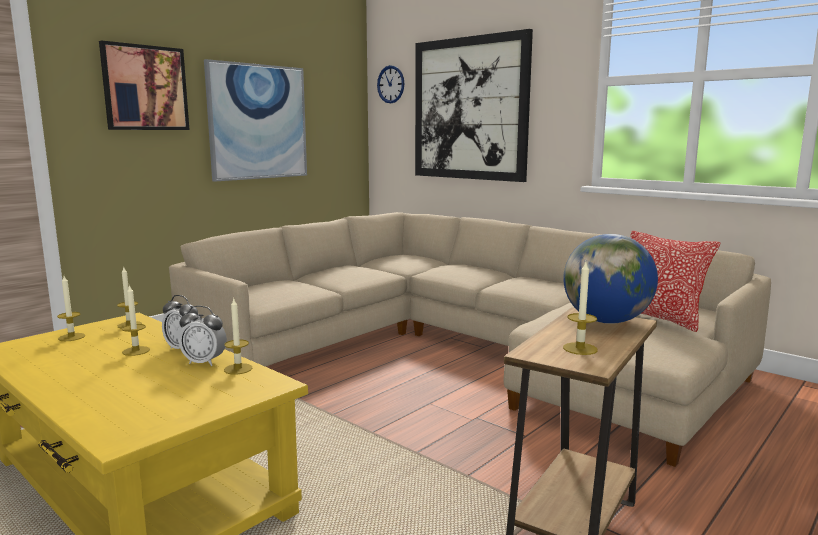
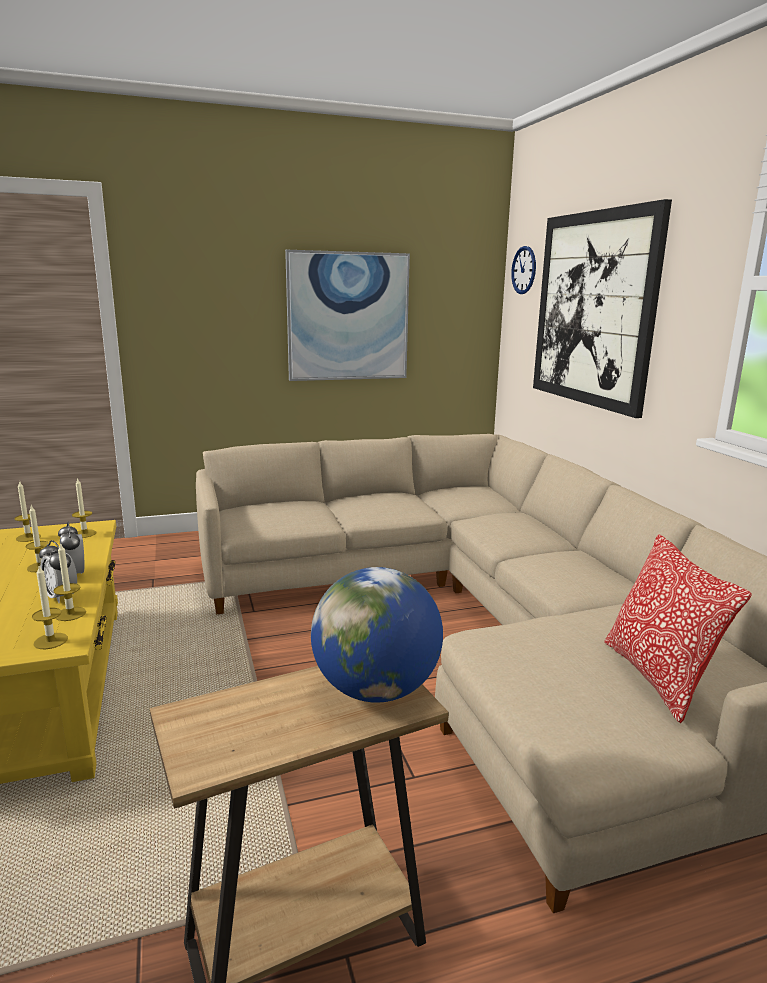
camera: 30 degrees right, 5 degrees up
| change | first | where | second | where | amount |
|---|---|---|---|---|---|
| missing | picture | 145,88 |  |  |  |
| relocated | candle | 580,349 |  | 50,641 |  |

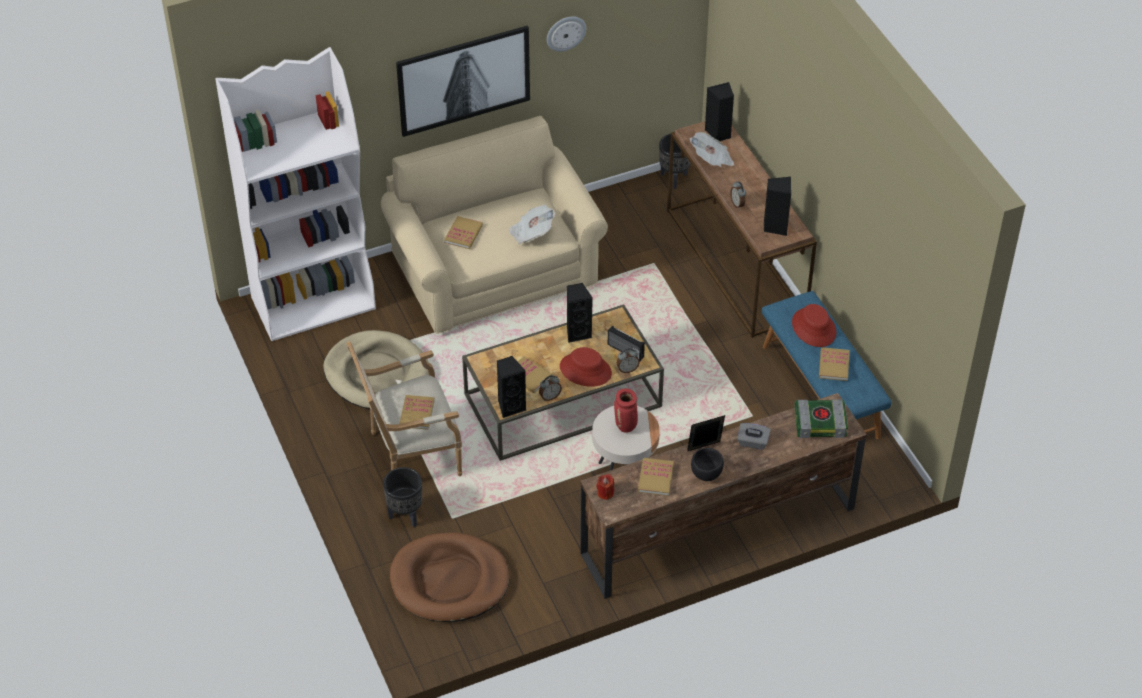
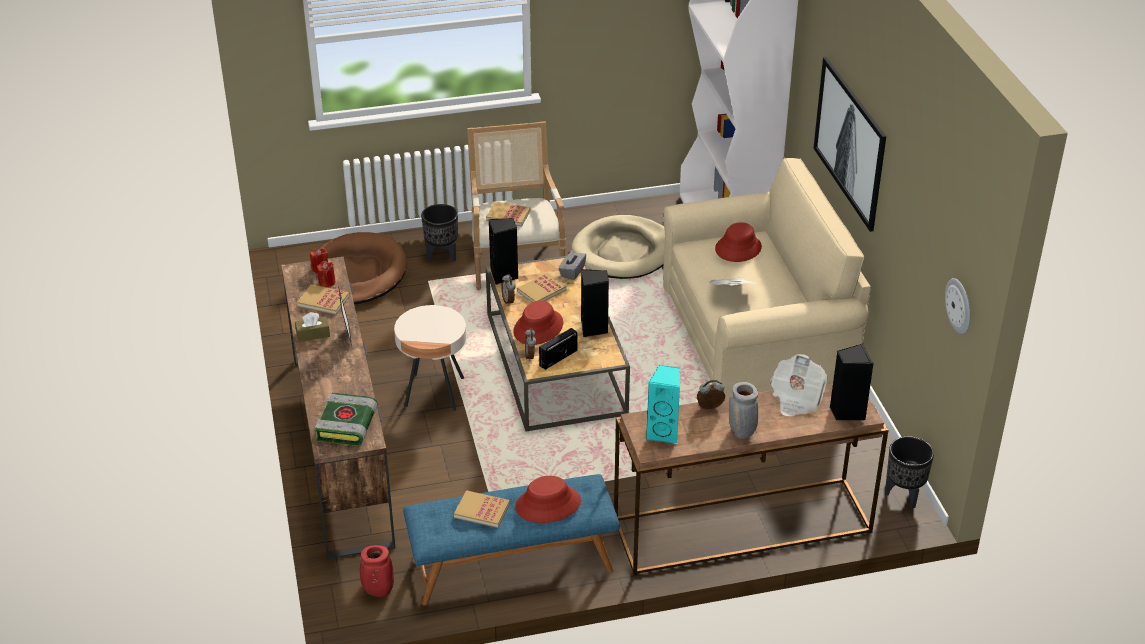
camera: 100 degrees right, 10 degrees down
| change | first | where | second | where | amount |
|---|---|---|---|---|---|
| exchanged | book | 463,234 | hat/red | 738,248 |  |
| relocated | wall clock | 565,33 |  | 959,305 |  |
| relocated | vase/red | 626,426 |  | 378,591 |  |
| exchanged | bowl/black | 707,474 | tissue box/brown | 313,334 |  |
| relocated | tissue box/grey | 752,442 |  | 572,272 |  |
| colour | speaker/black | 775,226 | speaker/turquoise | 664,433 |  |
| appeared |  |  | candle/red | 327,282 |  |
| appeared |  |  | vase/grey | 742,432 |  |

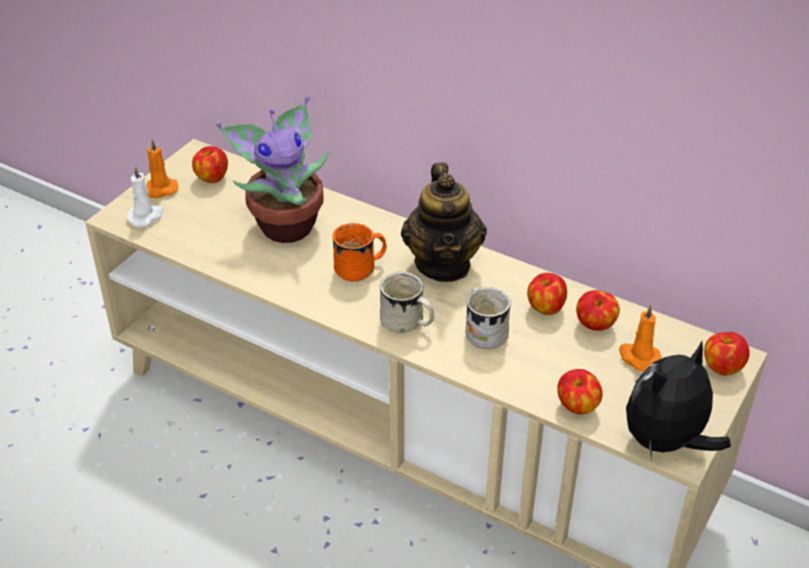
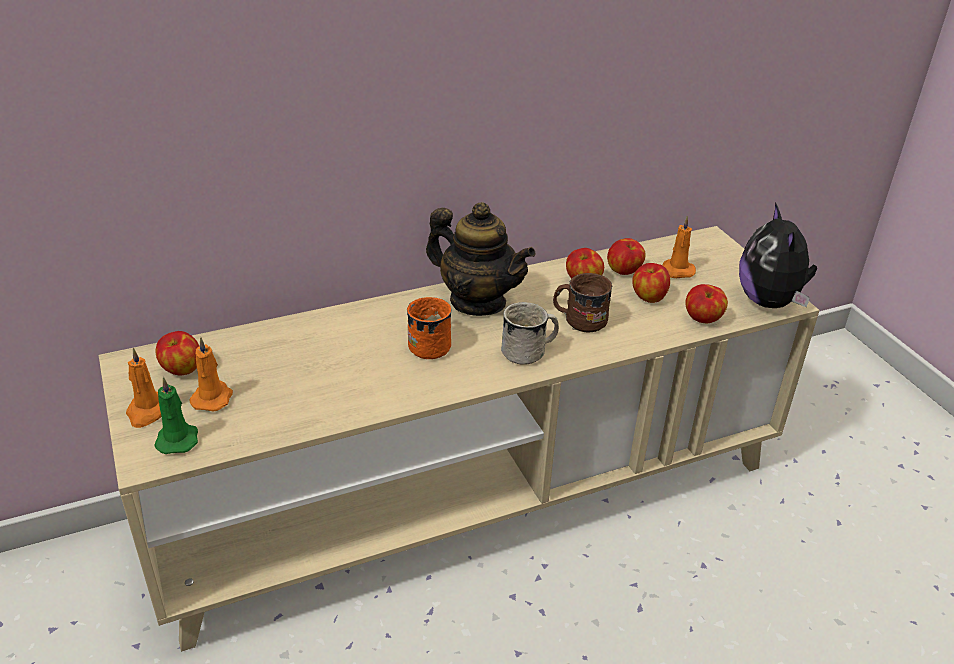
camera: 55 degrees left, 5 degrees down
| change | first | where | second | where | amount |
|---|---|---|---|---|---|
| colour | candle/white | 146,216 | candle/green | 178,438 |  |
| missing | potted plant | 286,224 |  |  |  |
| colour | mug/white | 484,331 | mug/brown | 579,320 |  |
| relocated | apple | 722,367 |  | 648,297 |  |
| appeared |  |  | candle/orange | 213,397 |  |

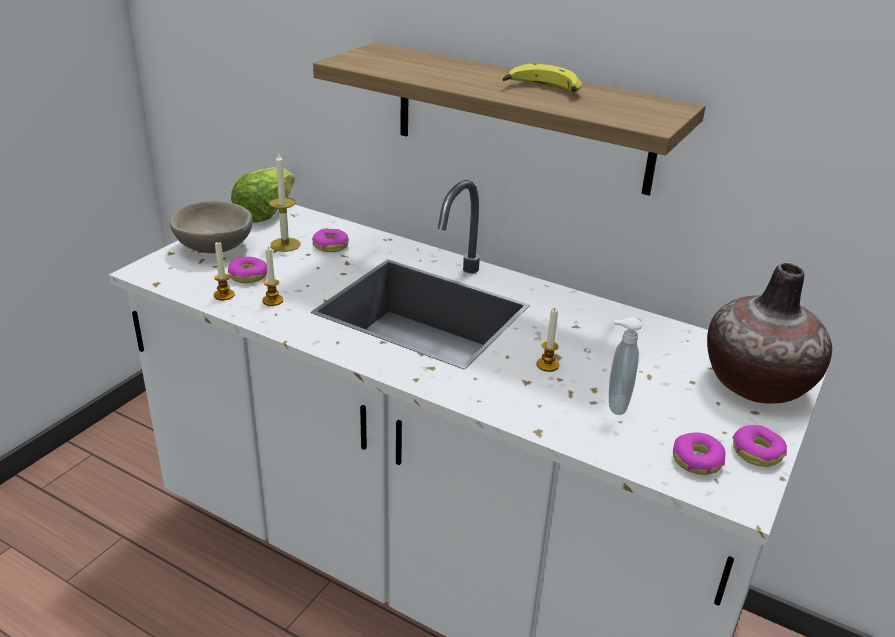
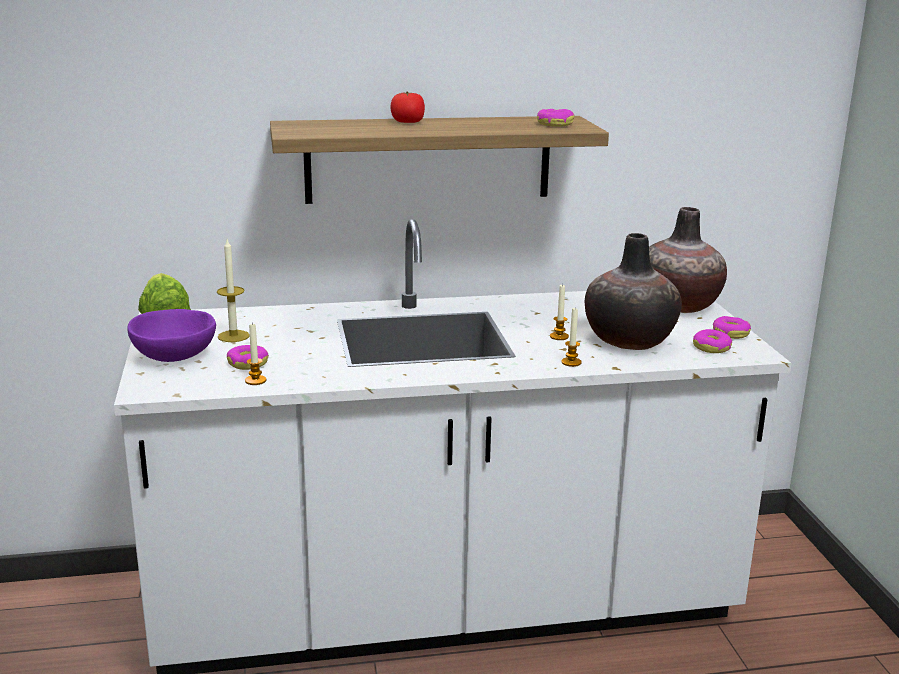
camera: 40 degrees left, 10 degrees down
| change | first | where | second | where | amount |
|---|---|---|---|---|---|
| colour | bowl/beige | 214,248 | bowl/purple | 174,357 |  |
| relocated | candle | 272,300 |  | 571,362 |  |
| relocated | donut | 330,246 |  | 554,124 |  |
| missing | banana | 541,90 |  |  |  |
| exchanged | soap dispenser | 614,404 | vase | 629,340 |  |
| appeared |  |  | tomato | 407,122 |  |

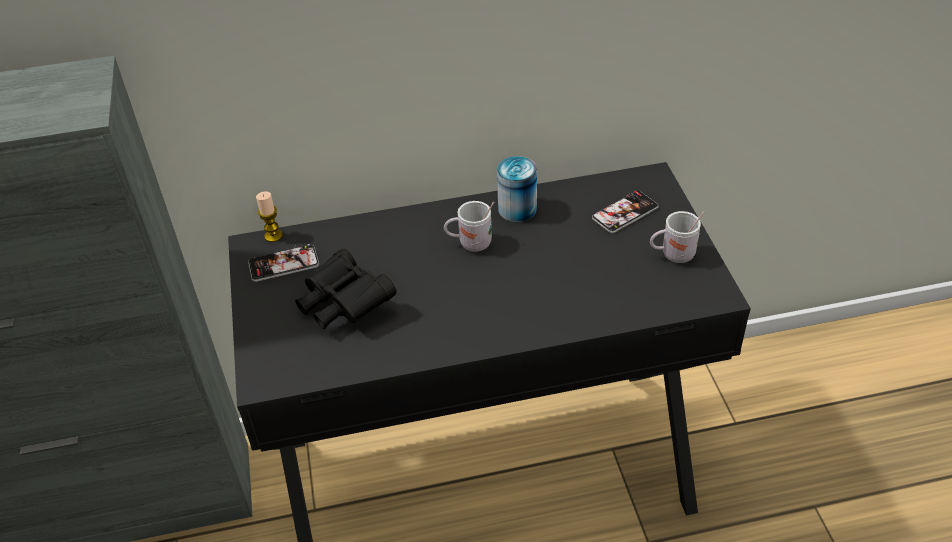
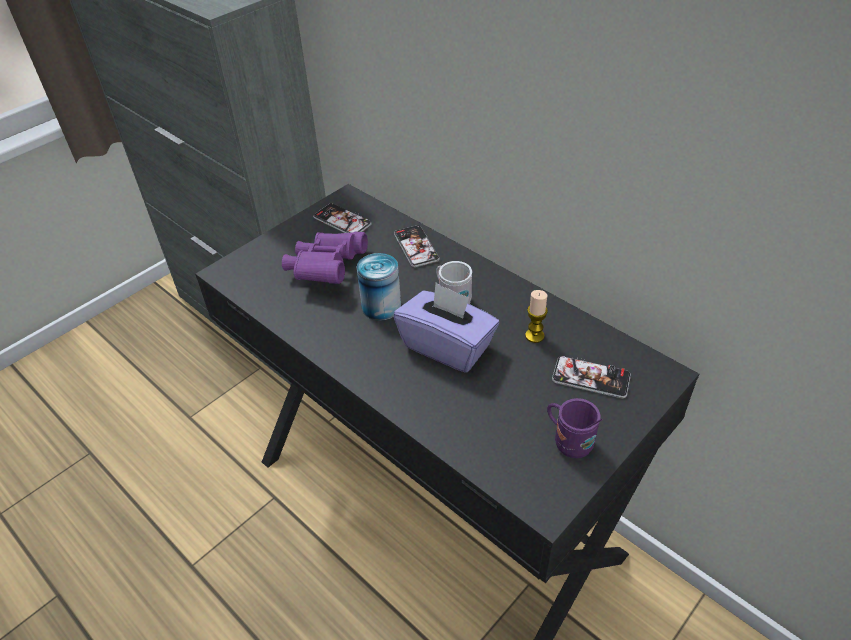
camera: 55 degrees right, 0 degrees up
| change | first | where | second | where | amount |
|---|---|---|---|---|---|
| relocated | candle | 273,236 |  | 534,336 |  |
| colour | binoculars/black | 344,304 | binoculars/purple | 326,269 |  |
| relocated | can | 517,209 |  | 381,306 |  |
| colour | mug/white | 673,255 | mug/purple | 568,441 |  |
| appeared |  |  | phone | 416,247 |  |
| appeared |  |  | tissue box/purple | 447,346 |  |

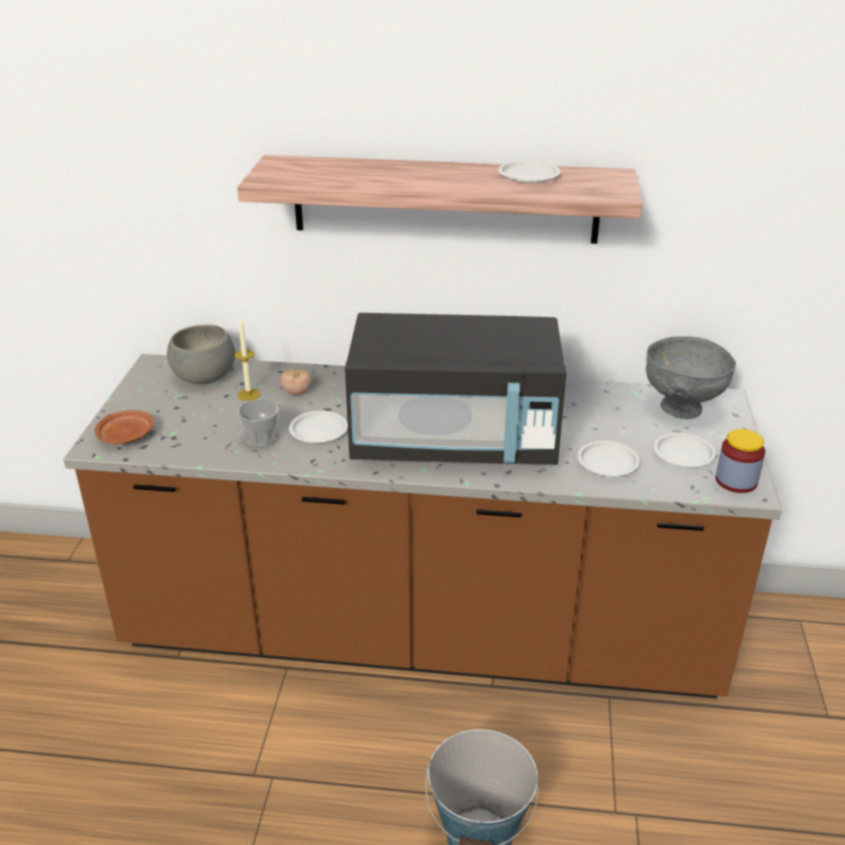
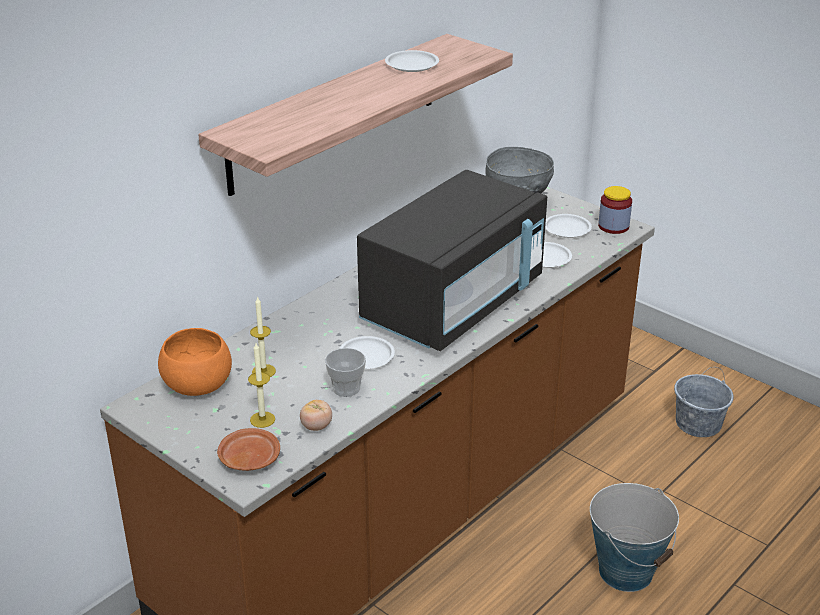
camera: 55 degrees left, 0 degrees up
| change | first | where | second | where | amount |
|---|---|---|---|---|---|
| colour | bowl/grey | 204,376 | bowl/orange | 198,384 |  |
| relocated | tomato | 297,393 |  | 316,426 |  |
| appeared |  |  | candle | 262,419 |  |
| appeared |  |  | bucket/grey | 698,423 |  |

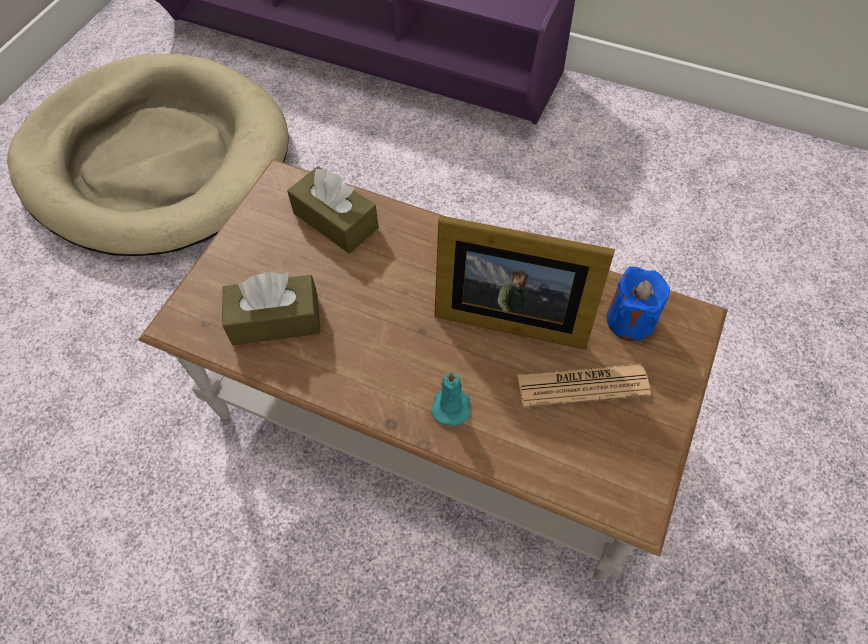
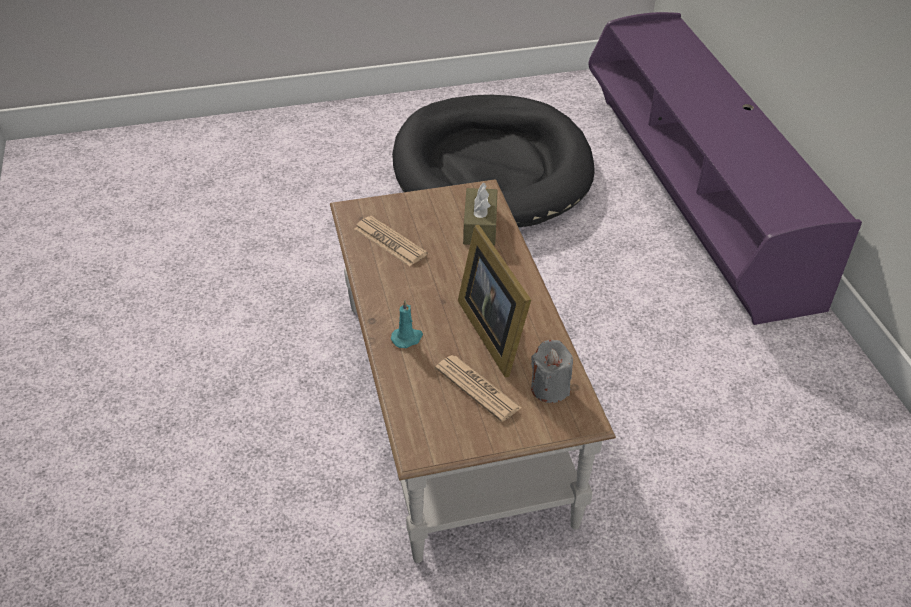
camera: 50 degrees right, 15 degrees down
| change | first | where | second | where | amount |
|---|---|---|---|---|---|
| colour | dog bed/beige | 156,160 | dog bed/black | 491,168 |  |
| exchanged | tissue box/brown | 275,320 | newspaper | 390,242 |  |
| colour | candle/blue | 630,320 | candle/grey | 549,388 |  |

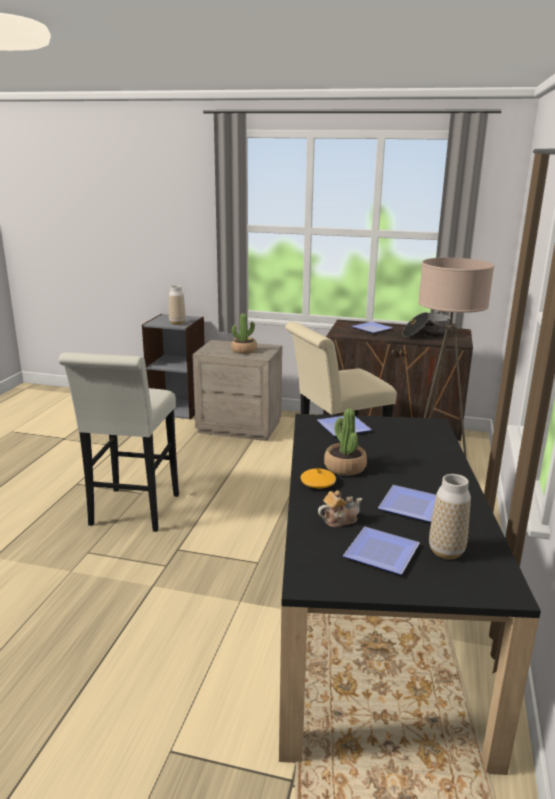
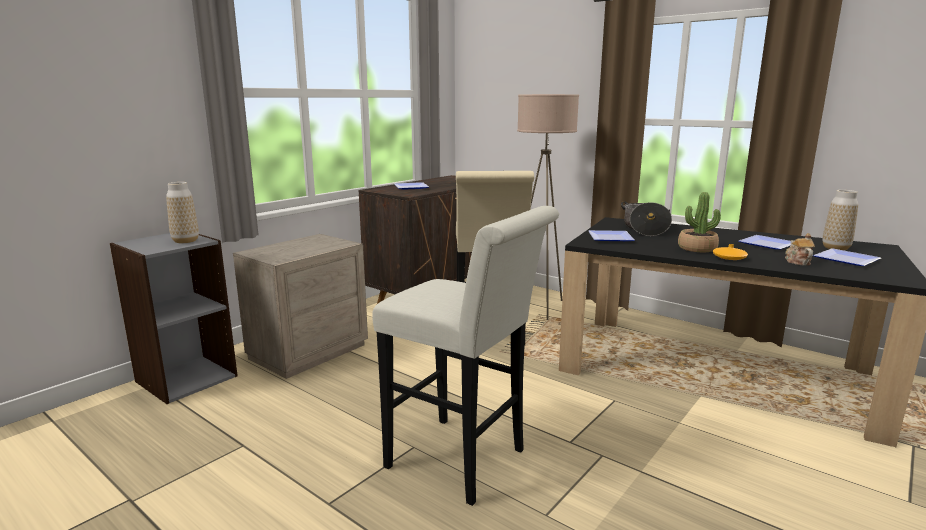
camera: 65 degrees left, 5 degrees down
| change | first | where | second | where | amount |
|---|---|---|---|---|---|
| missing | potted plant | 244,350 |  |  |  |
| relocated | cooking pot | 426,334 |  | 644,229 |  |

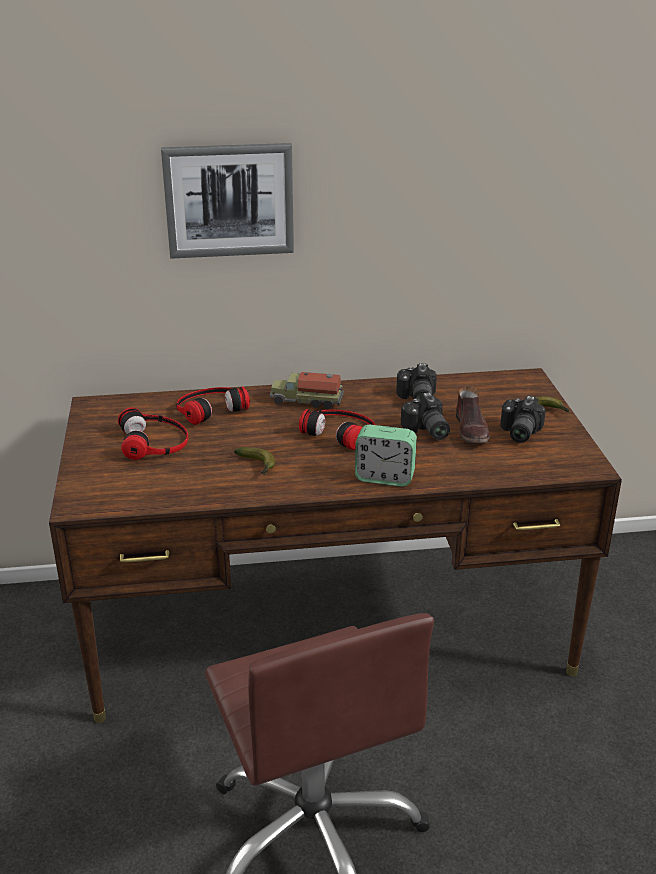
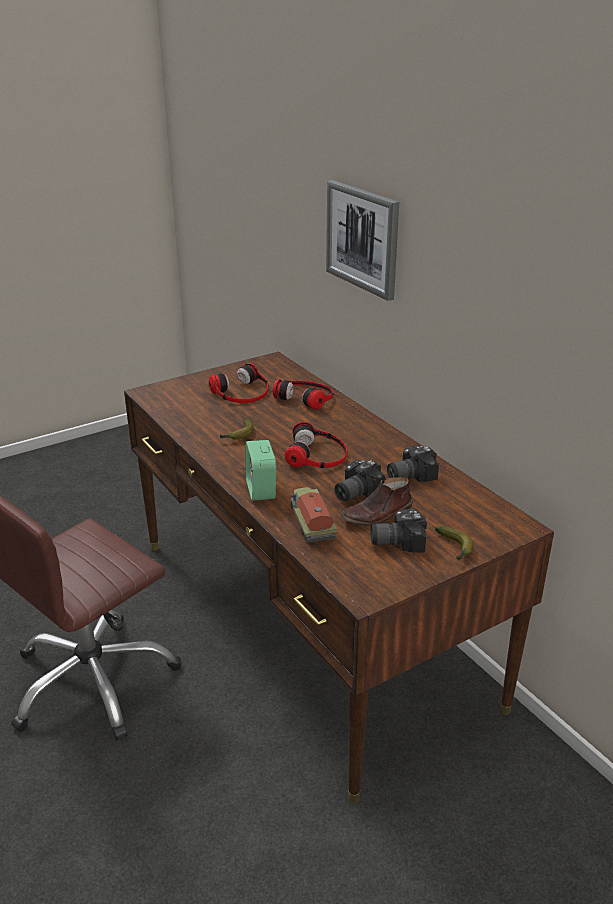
camera: 65 degrees right, 0 degrees up
| change | first | where | second | where | amount |
|---|---|---|---|---|---|
| relocated | toy truck | 306,401 |  | 311,522 |  |

